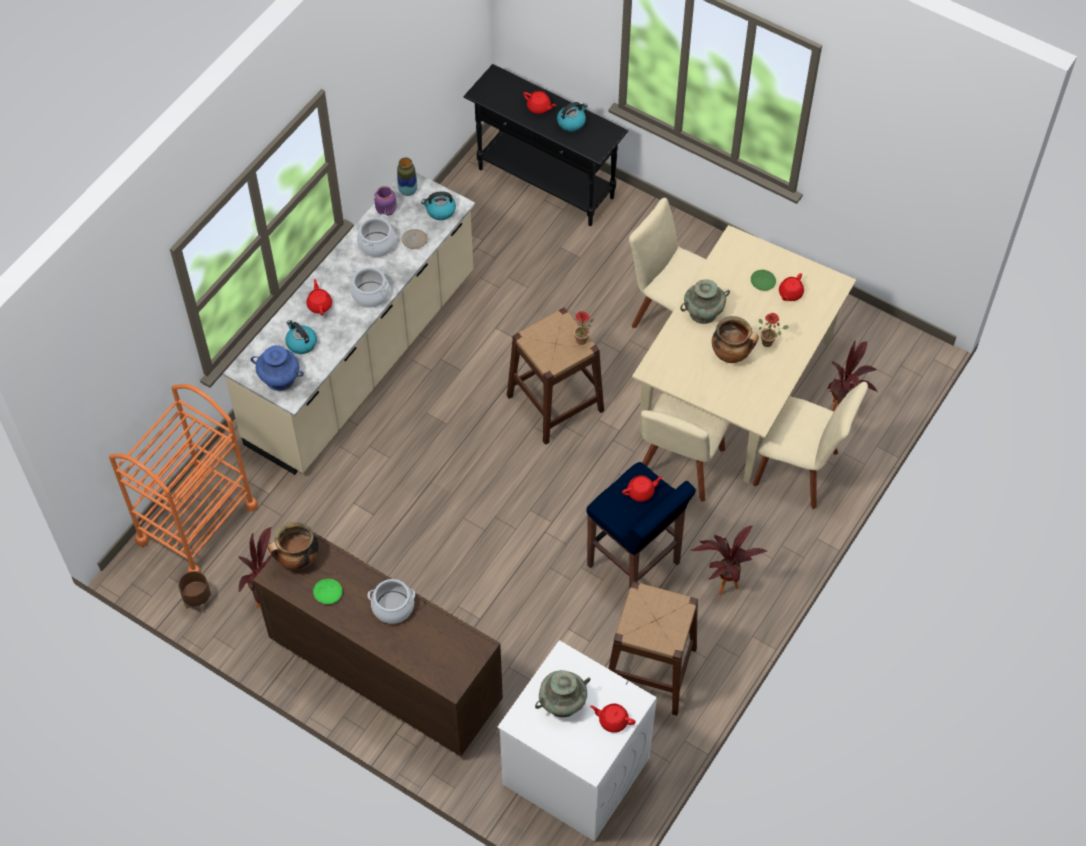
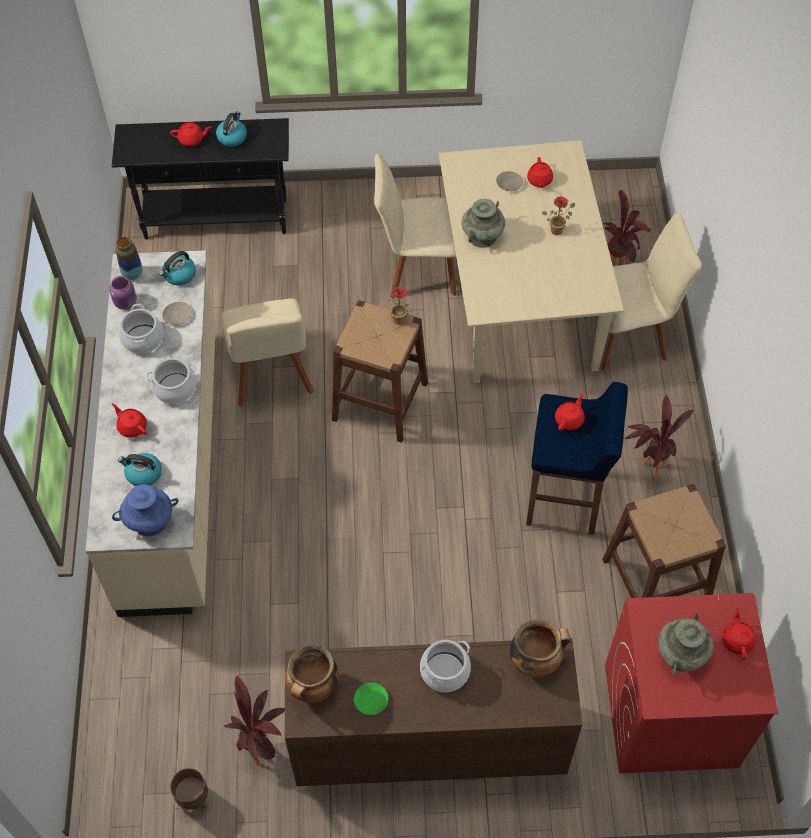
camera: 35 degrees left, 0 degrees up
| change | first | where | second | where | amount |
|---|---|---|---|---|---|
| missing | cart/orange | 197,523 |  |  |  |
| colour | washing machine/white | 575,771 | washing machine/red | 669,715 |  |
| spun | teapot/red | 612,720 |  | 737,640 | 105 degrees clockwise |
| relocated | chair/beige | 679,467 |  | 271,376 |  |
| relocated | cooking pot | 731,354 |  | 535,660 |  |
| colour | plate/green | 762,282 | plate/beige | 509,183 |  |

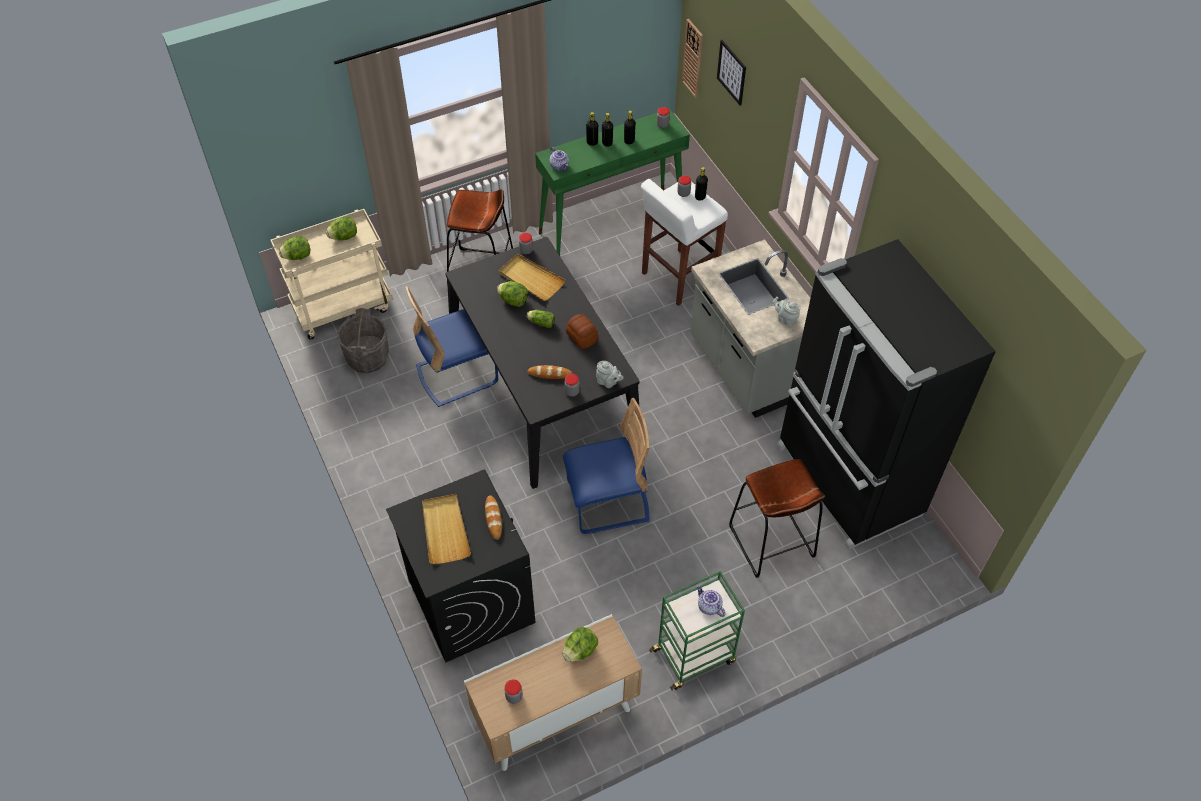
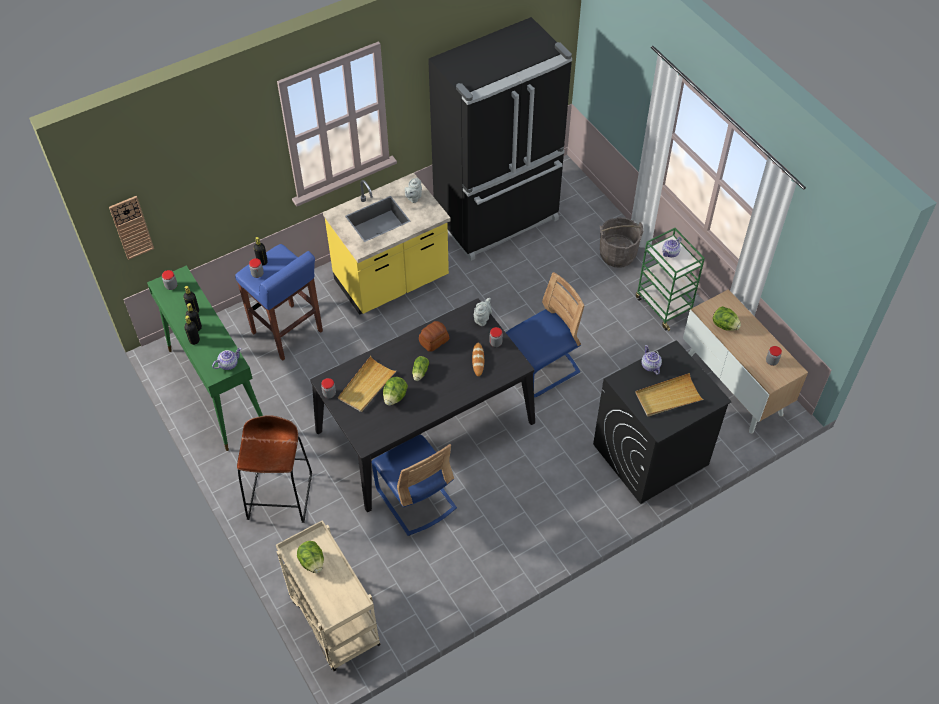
camera: 95 degrees left, 0 degrees up
| change | first | where | second | where | amount |
|---|---|---|---|---|---|
| missing | lettuce | 297,256 |  |  |  |
| relocated | bucket/grey | 368,357 |  | 617,254 |  |
| exchanged | bread | 493,518 | teapot | 650,366 |  |
| spun | chair/blue | 607,502 |  | 540,368 | 75 degrees clockwise |
| colour | stool/white | 678,277 | stool/blue | 288,333 |  |
| colour | counter/grey | 746,368 | counter/yellow | 392,281 |  |
| missing | picture | 731,72 |  |  |  |
| missing | stool/brown | 771,542 |  |  |  |

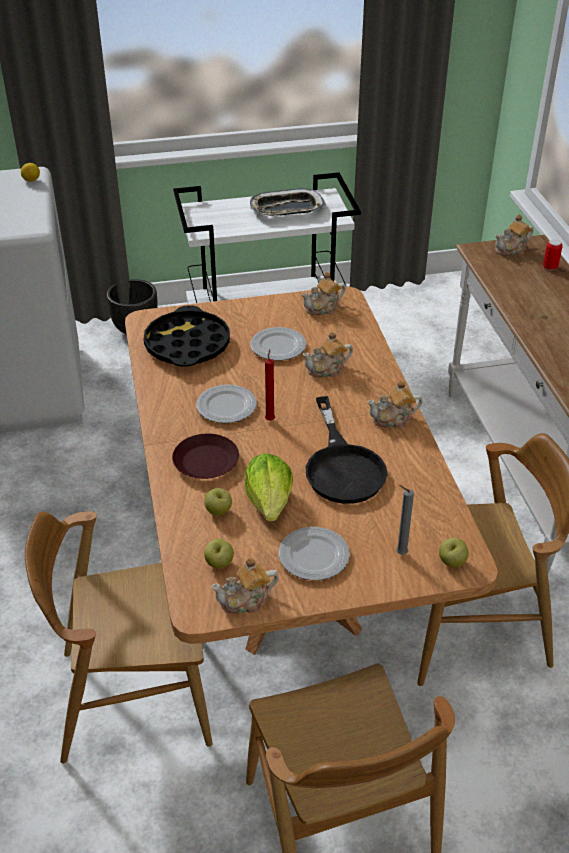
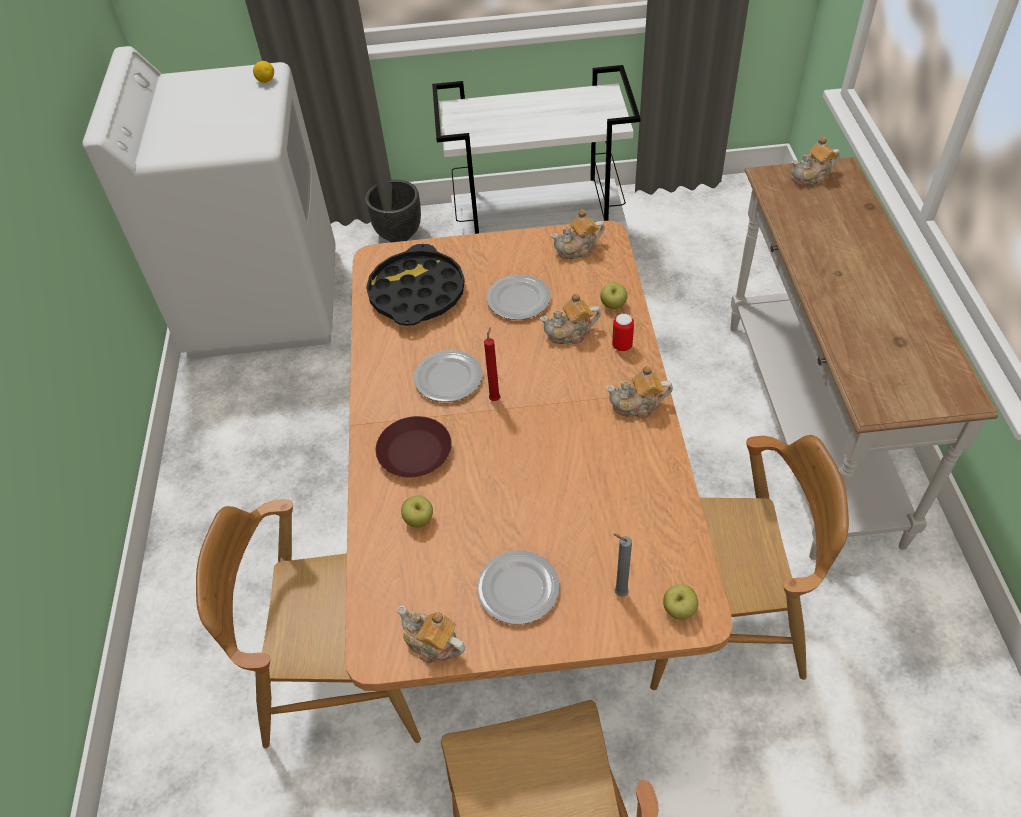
camera: 10 degrees right, 10 degrees up
| change | first | where | second | where | amount |
|---|---|---|---|---|---|
| relocated | apple | 219,563 |  | 613,305 |  |
| spun | teapot | 246,600 |  | 432,643 | 45 degrees clockwise |
| missing | lettuce | 270,502 |  |  |  |
| missing | tray | 286,209 |  |  |  |
| missing | frying pan/black | 342,466 |  |  |  |
| relocated | can | 550,267 |  | 622,346 |  |

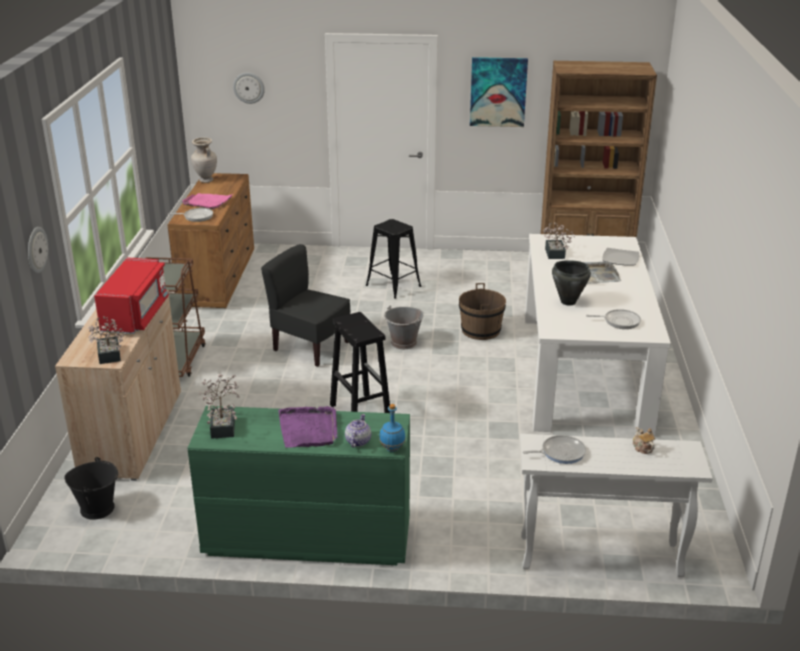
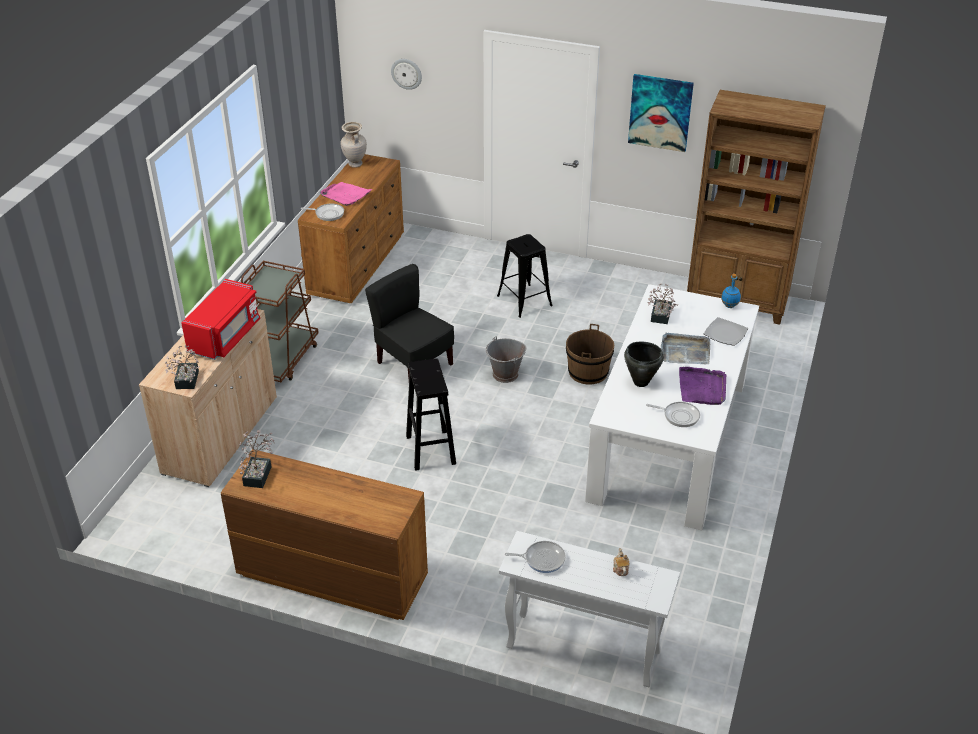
camera: 15 degrees right, 10 degrees up
| change | first | where | second | where | amount |
|---|---|---|---|---|---|
| missing | wall clock | 36,250 |  |  |  |
| missing | bucket/black | 98,508 |  |  |  |
| colour | dresser/green | 306,538 | dresser/brown | 331,575 |  |
| relocated | tray/purple | 309,429 |  | 702,388 |  |
| missing | teapot | 357,441 |  |  |  |
| relocated | bottle/blue | 392,448 |  | 729,305 |  |

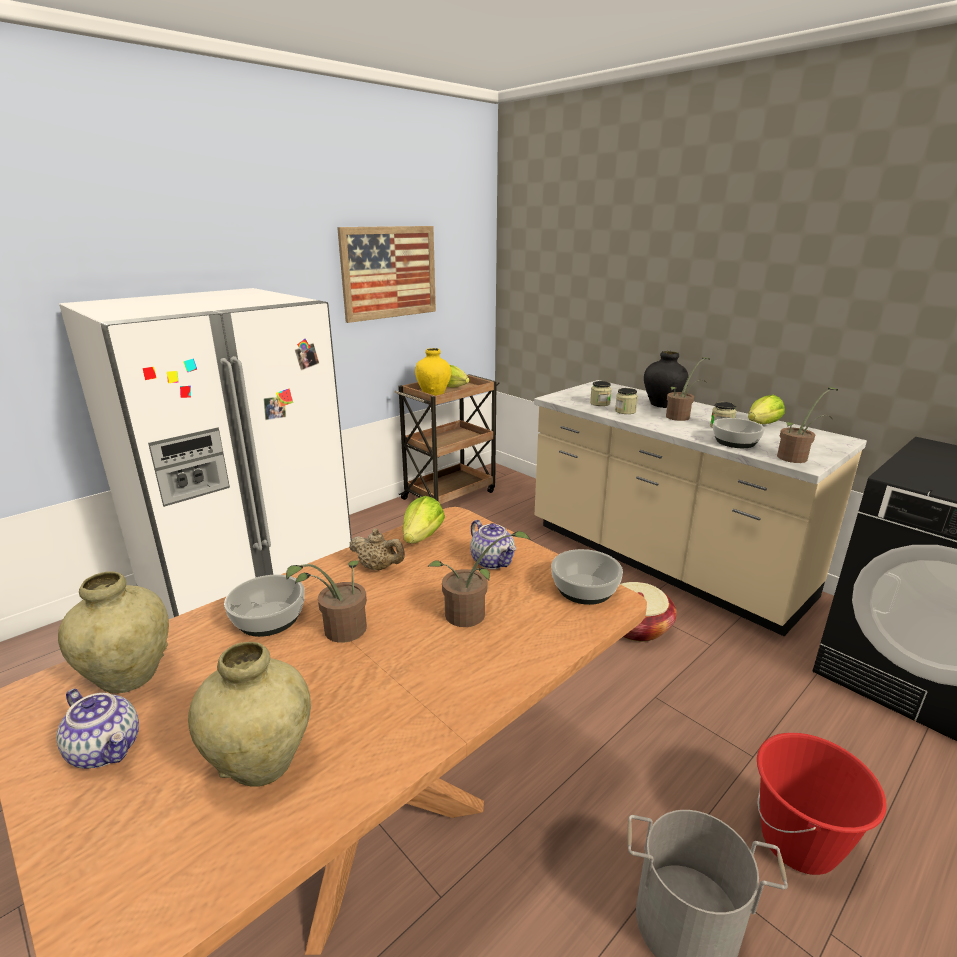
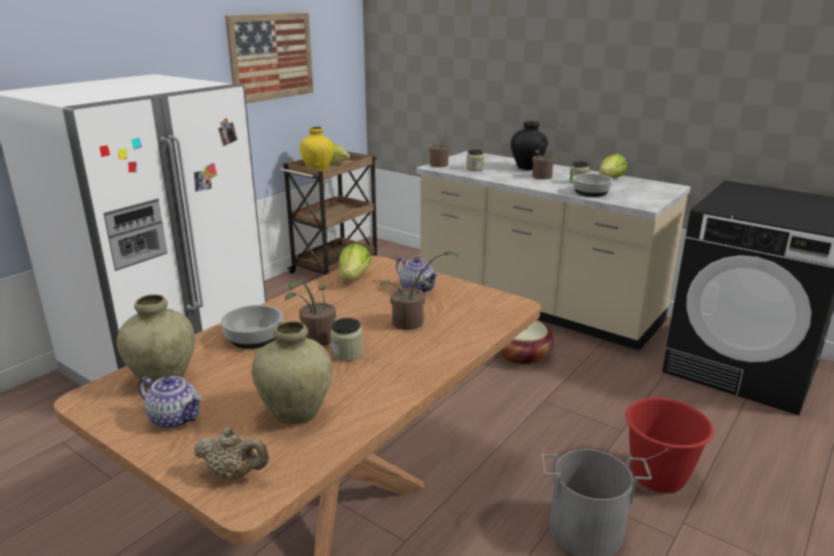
camera: 10 degrees left, 0 degrees up
| change | first | where | second | where | amount |
|---|---|---|---|---|---|
| relocated | teapot/beige | 378,567 |  | 234,474 |  |
| missing | bowl | 584,589 |  |  |  |
| relocated | jar | 625,411 |  | 347,353 |  |
| relocated | potted plant | 796,457 |  | 441,164 |  |

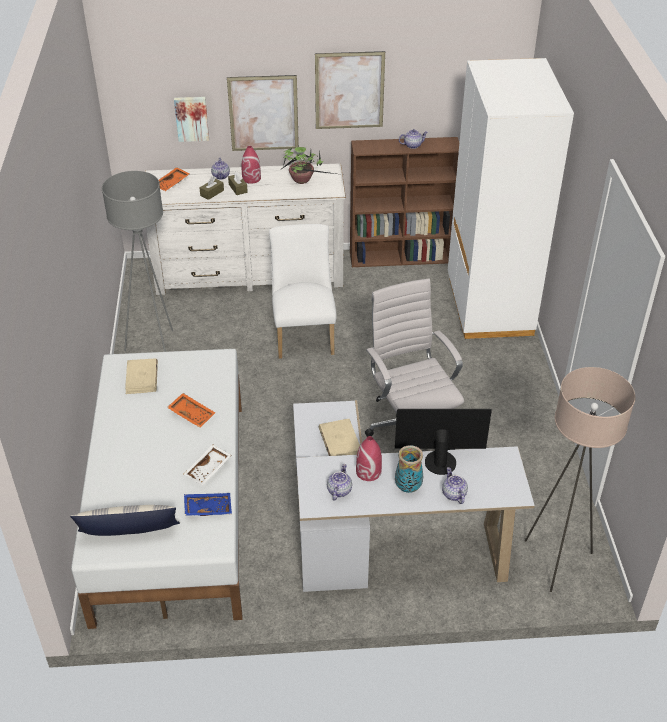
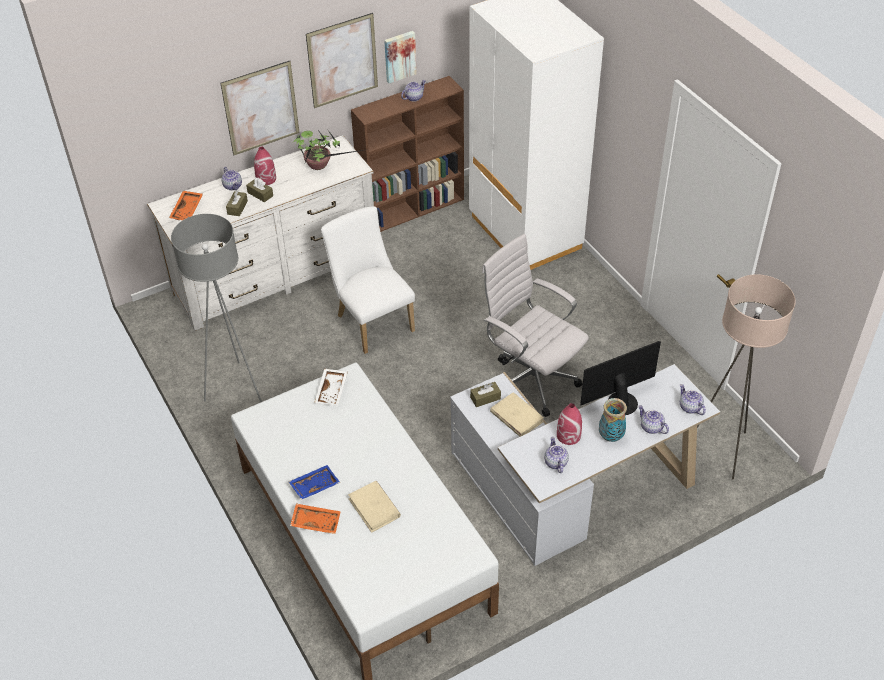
camera: 25 degrees left, 5 degrees up
| change | first | where | second | where | amount |
|---|---|---|---|---|---|
| missing | pillow | 129,533 |  |  |  |
| relocated | book/beige | 142,378 |  | 374,508 |  |
| relocated | tray/orange | 192,414 |  | 316,521 |  |
| relocated | picture | 191,118 |  | 399,56 |  |
| relocated | tray/white | 208,469 |  | 332,391 |  |
| relocated | tray/blue | 208,508 |  | 314,485 |  |
| appeared |  |  | tissue box/brown | 485,398 |  |
| appeared |  |  | teapot | 689,407 |  |

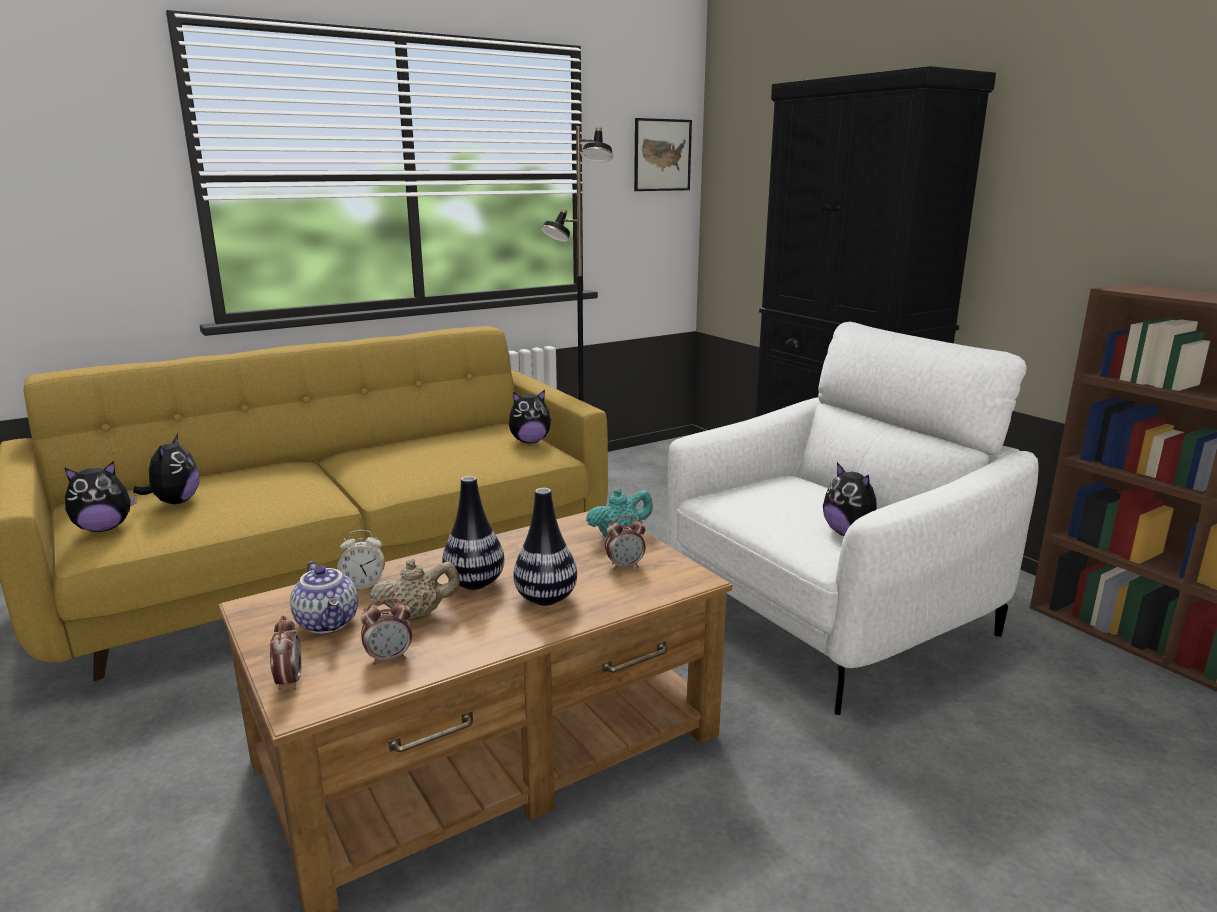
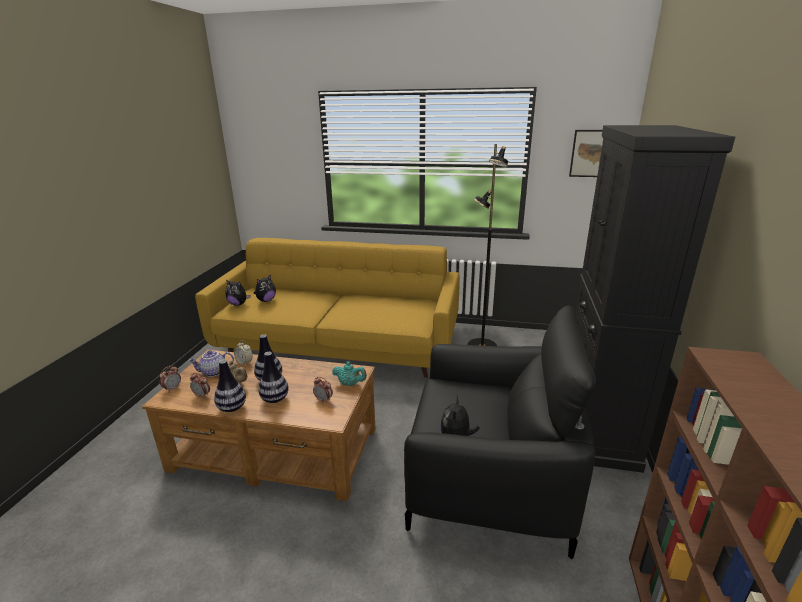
camera: 45 degrees right, 5 degrees up
| change | first | where | second | where | amount |
|---|---|---|---|---|---|
| spun | teapot | 329,622 |  | 213,372 | 60 degrees clockwise |
| missing | plush toy | 530,441 |  |  |  |
| colour | armchair/white | 827,617 | armchair/black | 488,480 |  |
| appeared |  |  | vase | 232,408 |  |

